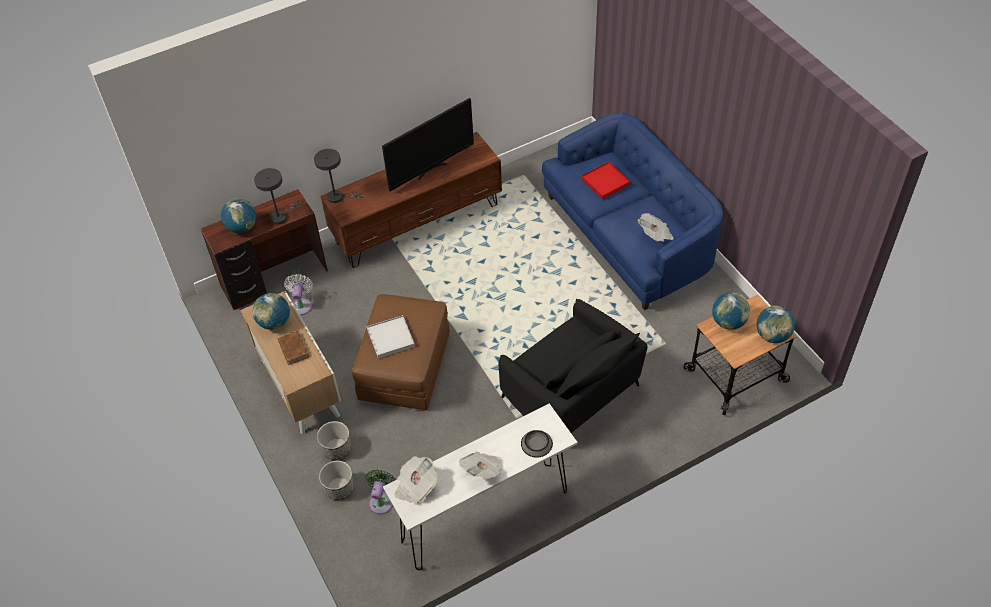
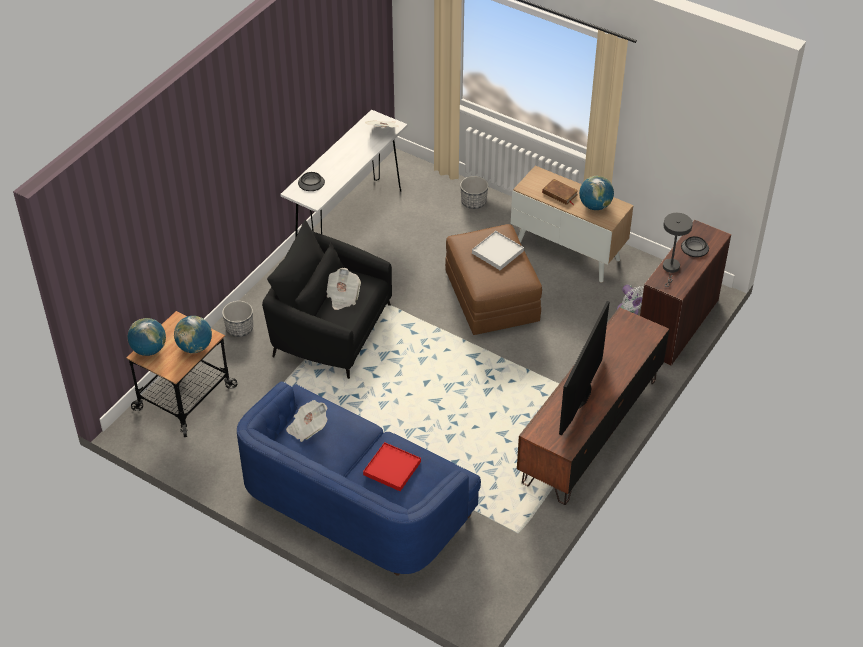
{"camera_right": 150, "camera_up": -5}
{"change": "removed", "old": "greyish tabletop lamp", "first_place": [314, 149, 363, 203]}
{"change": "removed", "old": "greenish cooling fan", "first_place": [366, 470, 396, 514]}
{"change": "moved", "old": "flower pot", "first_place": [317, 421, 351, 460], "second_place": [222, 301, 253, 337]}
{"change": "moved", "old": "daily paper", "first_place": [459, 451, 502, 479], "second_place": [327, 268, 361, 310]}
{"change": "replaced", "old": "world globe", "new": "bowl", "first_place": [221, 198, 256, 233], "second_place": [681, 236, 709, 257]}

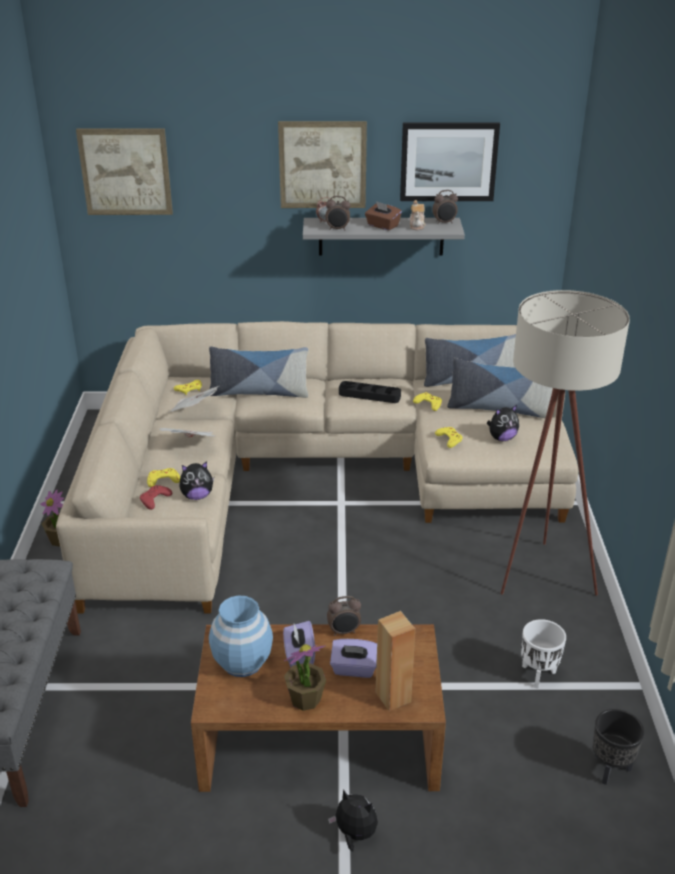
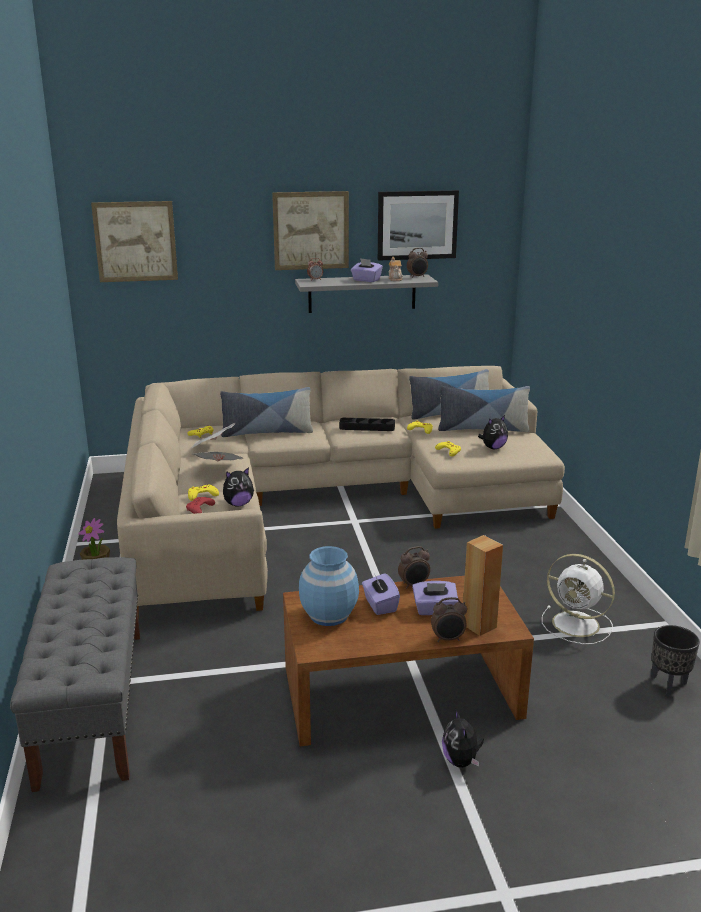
{"camera_right": -10, "camera_up": -10}
{"change": "removed", "old": "plant in a pot", "first_place": [284, 644, 326, 711]}
{"change": "removed", "old": "sand-coloured standard lamp", "first_place": [500, 290, 630, 596]}
{"change": "moved", "old": "table clock", "first_place": [326, 196, 351, 231], "second_place": [431, 597, 467, 642]}
{"change": "replaced", "old": "whitish flower pot", "new": "whitish cooling fan", "first_place": [521, 619, 566, 689], "second_place": [542, 554, 615, 644]}
{"change": "recoloured", "old": "brown-coloured tissue holder", "new": "purplish tissue holder", "first_place": [365, 201, 402, 230], "second_place": [351, 258, 383, 282]}
{"change": "turned", "old": "cuddly toy", "first_place": [328, 789, 378, 852], "second_place": [442, 708, 484, 767], "degrees": -120}

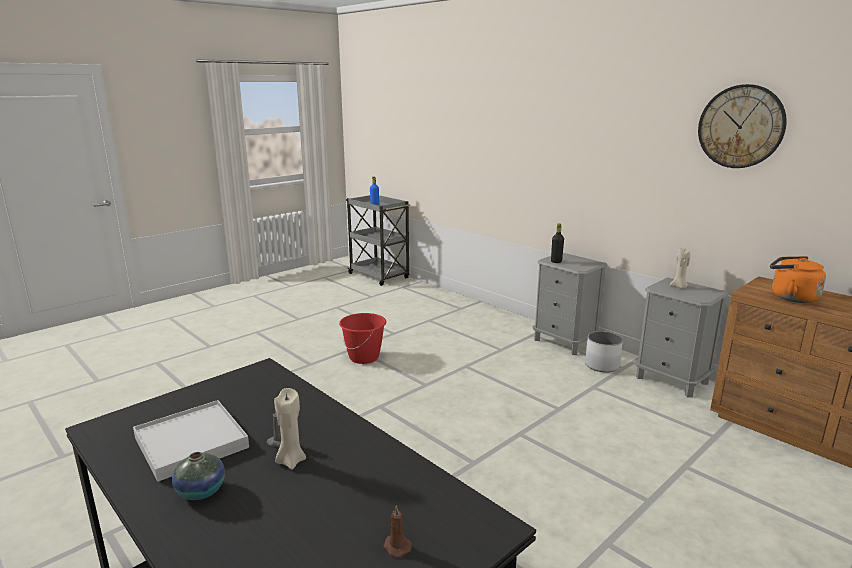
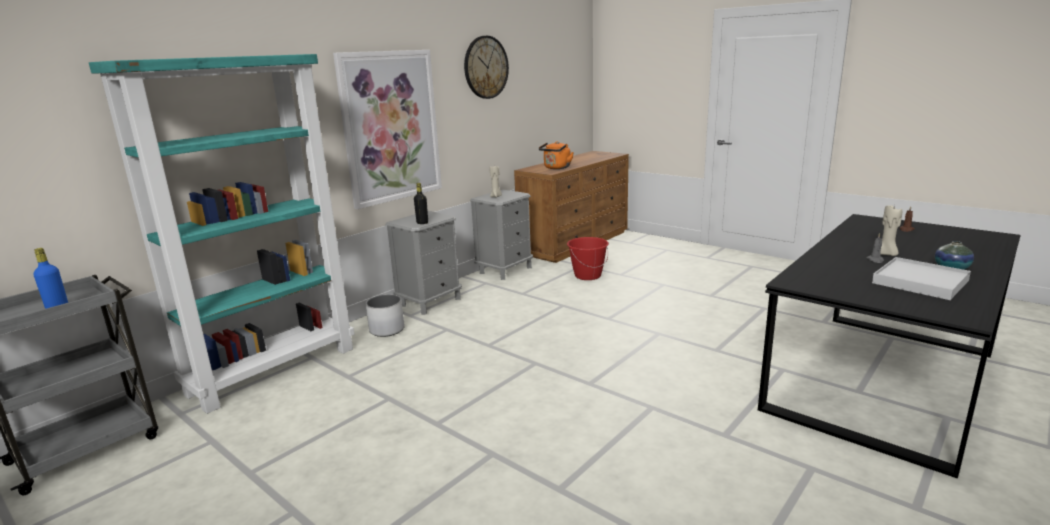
{"camera_right": -95, "camera_up": 0}
{"change": "added", "new": "turquoise-coloured bookcase", "second_place": [89, 54, 354, 414]}
{"change": "added", "new": "wall picture", "second_place": [333, 50, 442, 209]}
{"change": "moved", "old": "reddish bucket", "first_place": [339, 313, 386, 364], "second_place": [567, 237, 609, 280]}
{"change": "moved", "old": "whitish flower pot", "first_place": [585, 331, 623, 373], "second_place": [366, 295, 405, 337]}

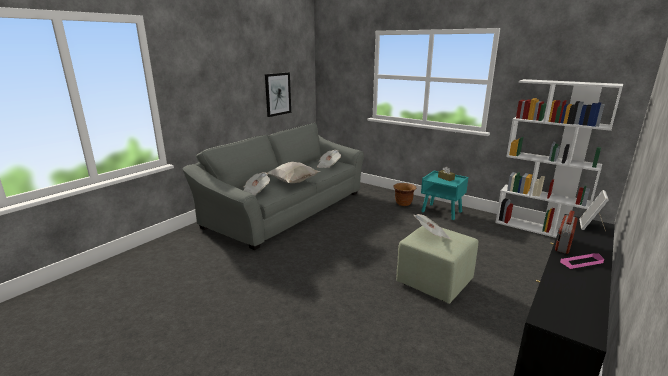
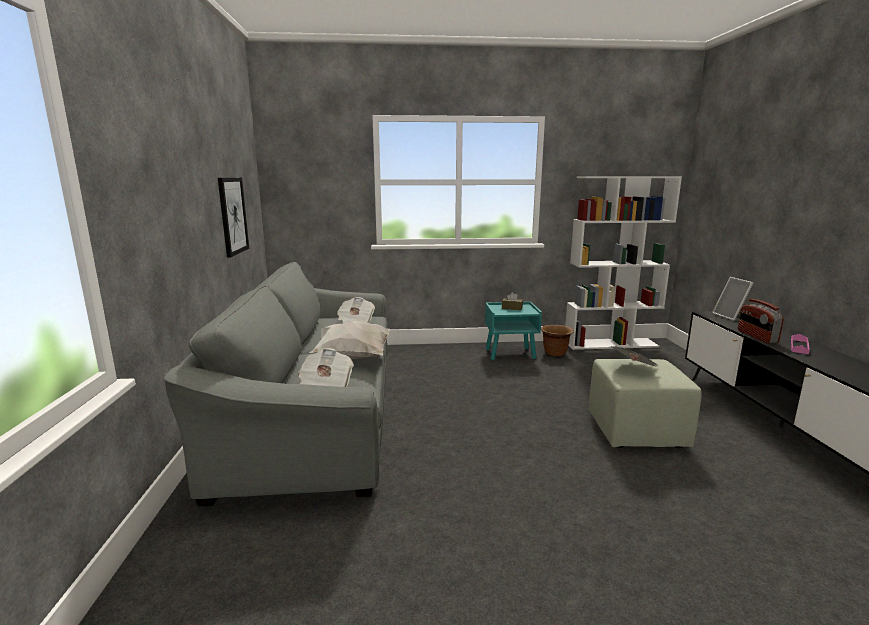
{"camera_right": -40, "camera_up": -5}
{"change": "moved", "old": "brown-coloured flower pot", "first_place": [393, 183, 416, 206], "second_place": [541, 325, 574, 356]}

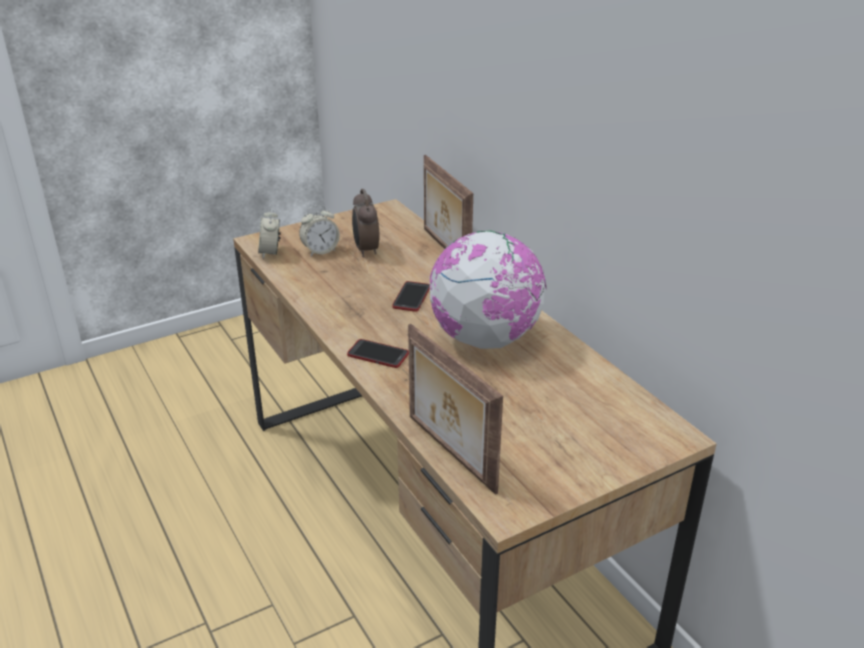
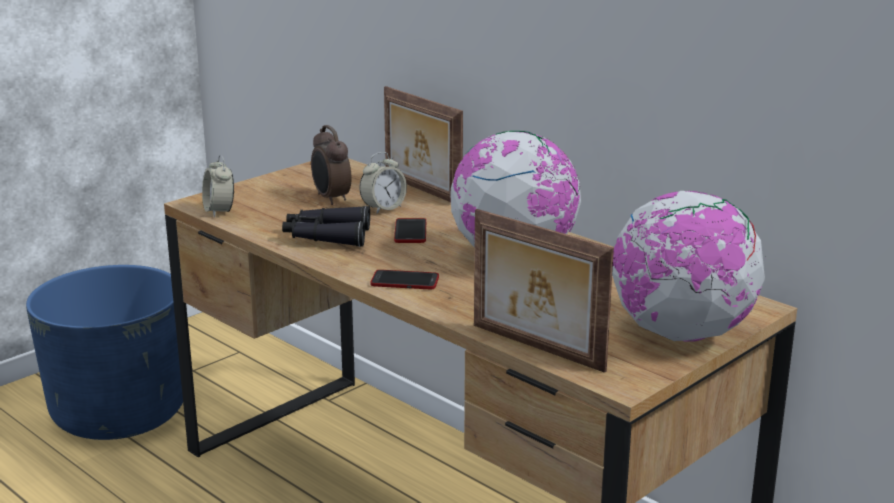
{"camera_right": -15, "camera_up": -10}
{"change": "added", "new": "blue flower pot", "second_place": [26, 265, 183, 440]}
{"change": "added", "new": "black binoculars", "second_place": [282, 206, 370, 247]}
{"change": "added", "new": "world globe", "second_place": [612, 191, 765, 342]}
{"change": "moved", "old": "table clock", "first_place": [299, 205, 340, 256], "second_place": [359, 152, 407, 214]}

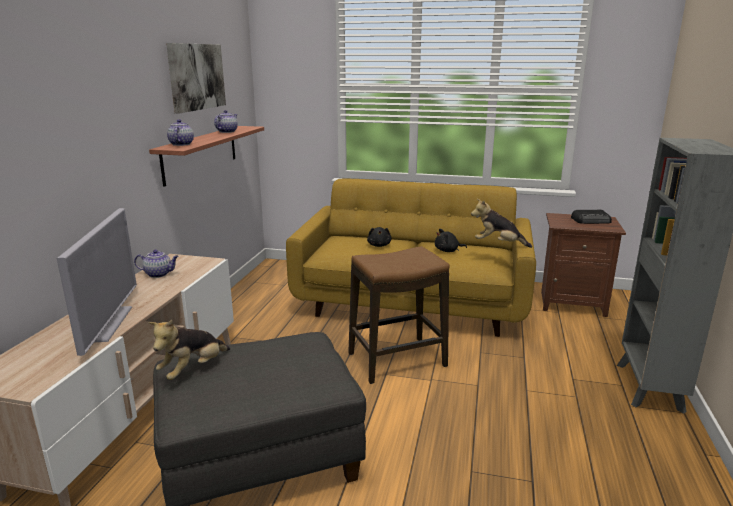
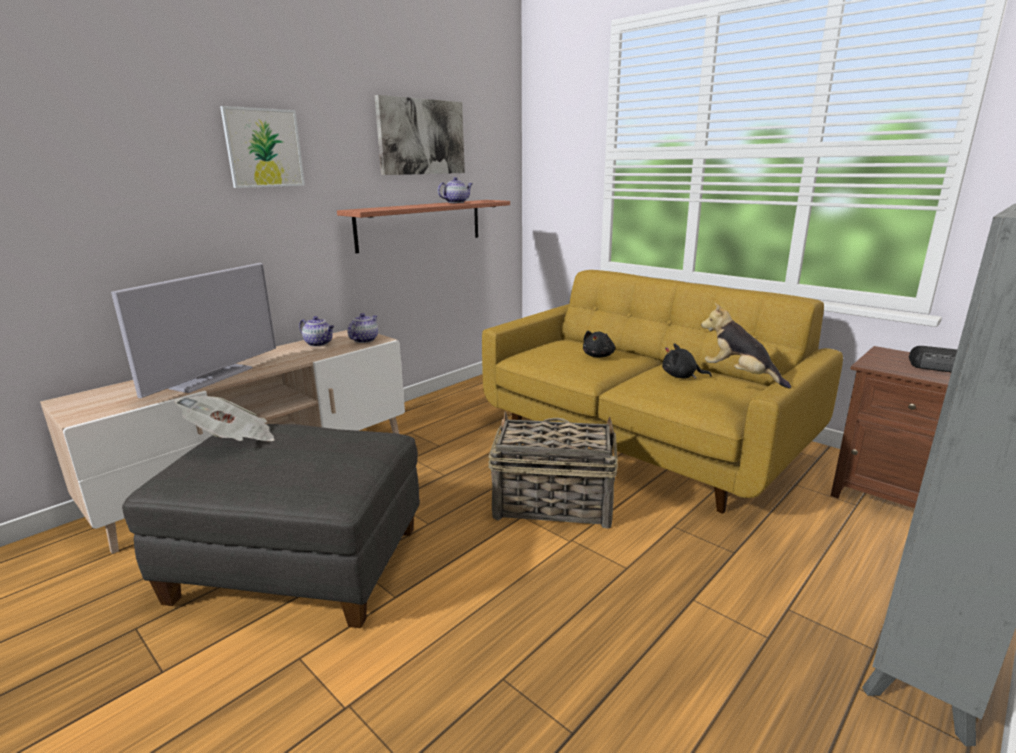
{"camera_right": 30, "camera_up": 0}
{"change": "added", "new": "wall picture", "second_place": [220, 106, 305, 188]}
{"change": "moved", "old": "pot for tea", "first_place": [167, 119, 194, 146], "second_place": [348, 313, 378, 343]}
{"change": "replaced", "old": "cuddly toy", "new": "daily paper", "first_place": [148, 320, 230, 380], "second_place": [174, 396, 275, 441]}
{"change": "replaced", "old": "stool seat", "new": "storage basket", "first_place": [348, 246, 449, 384], "second_place": [488, 412, 618, 529]}

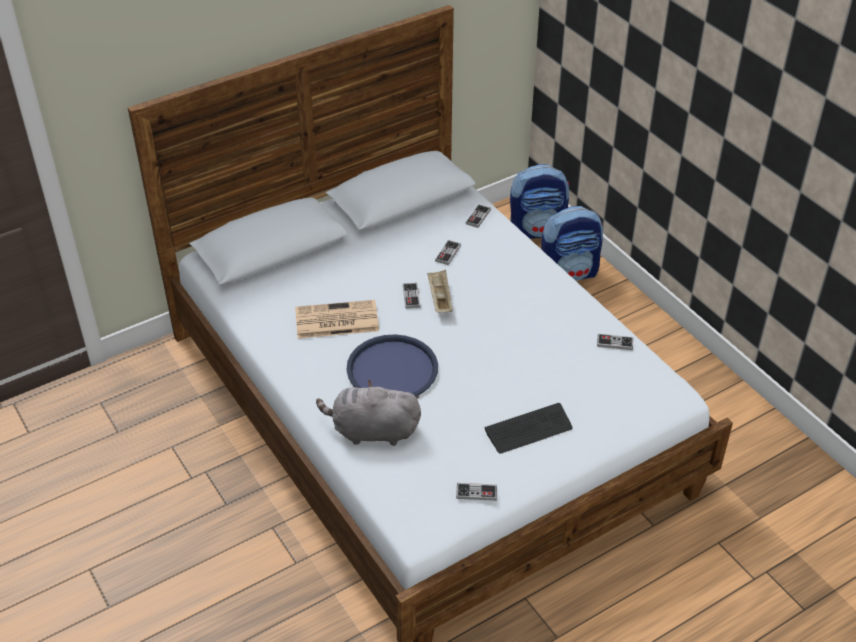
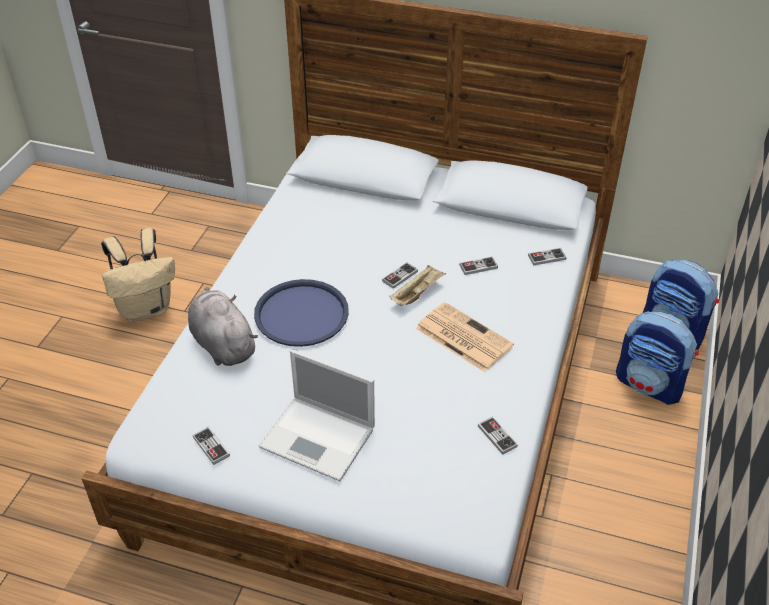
{"camera_right": 50, "camera_up": 0}
{"change": "added", "new": "sand-coloured backpack", "second_place": [101, 228, 175, 322]}
{"change": "moved", "old": "daily paper", "first_place": [295, 300, 379, 339], "second_place": [415, 302, 514, 372]}
{"change": "replaced", "old": "keyboard", "new": "portable computer", "first_place": [484, 403, 573, 454], "second_place": [259, 349, 375, 481]}

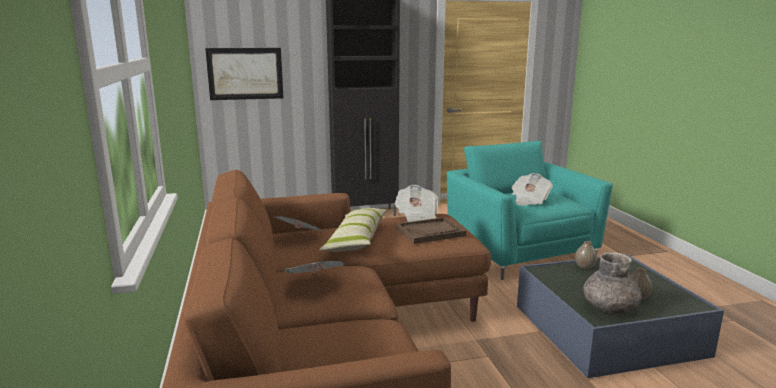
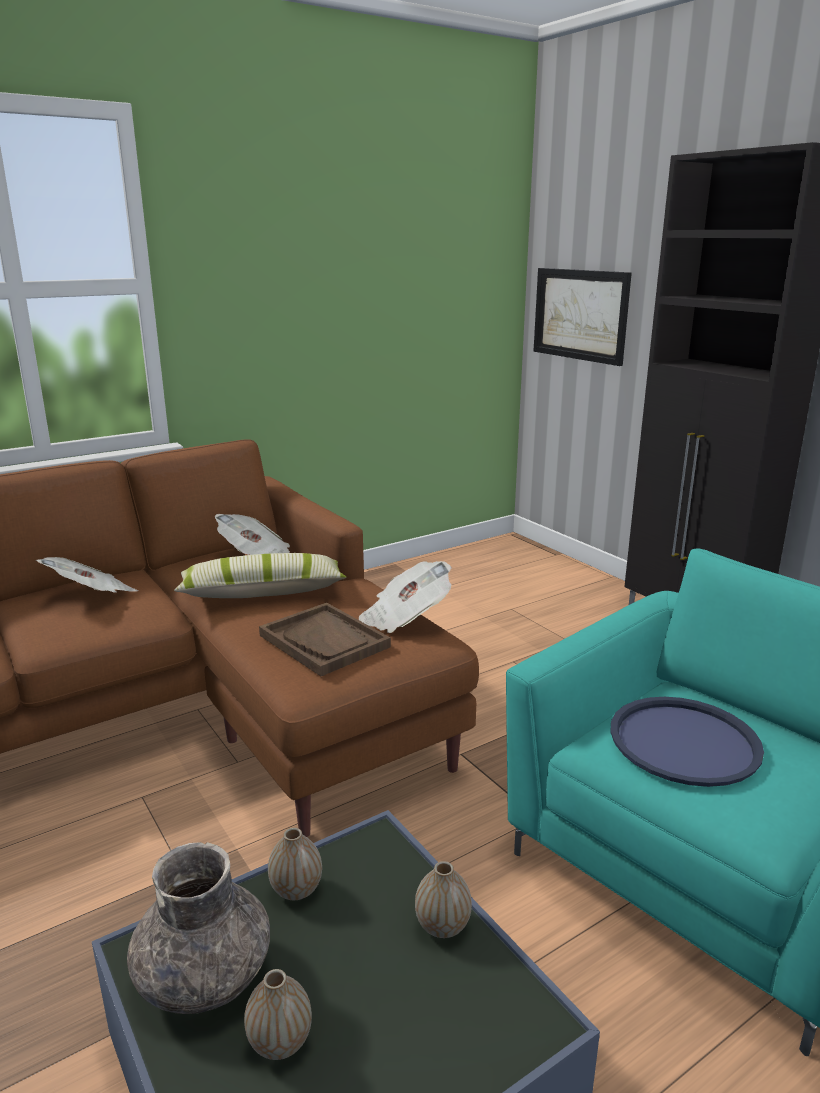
{"camera_right": 70, "camera_up": 5}
{"change": "added", "new": "vase", "second_place": [268, 828, 322, 900]}
{"change": "replaced", "old": "daily paper", "new": "blue tray", "first_place": [512, 173, 553, 206], "second_place": [610, 697, 764, 787]}

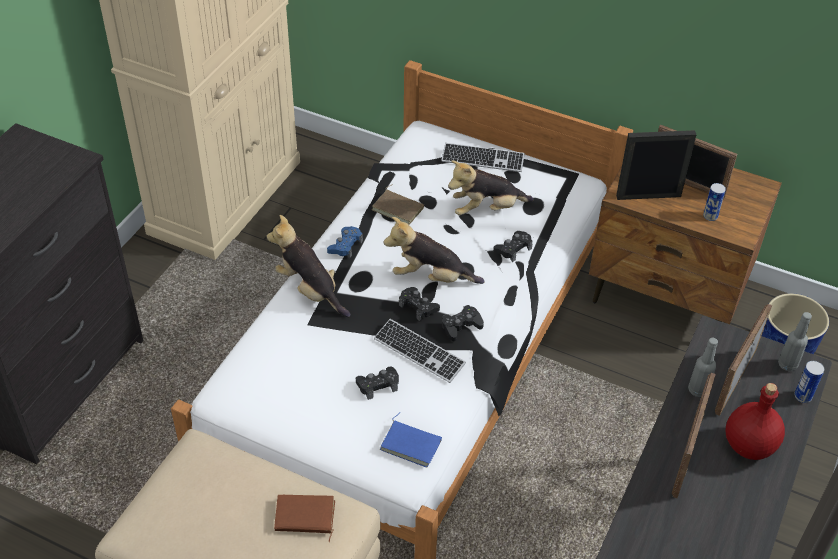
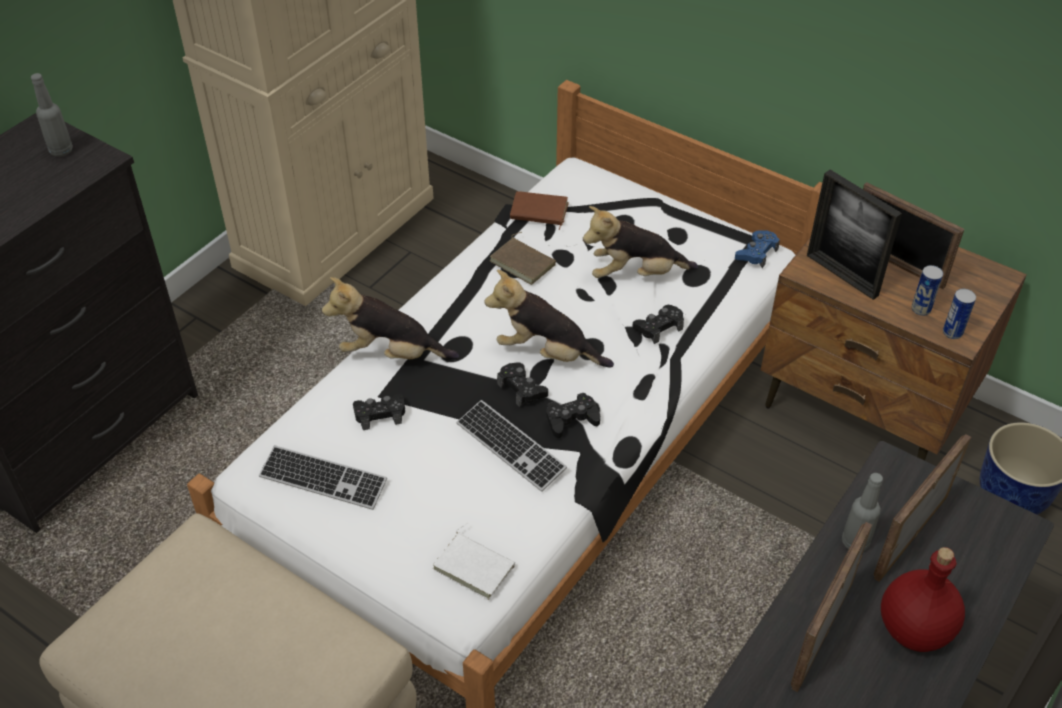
{"camera_right": 10, "camera_up": 0}
{"change": "moved", "old": "brown-coloured book", "first_place": [274, 495, 335, 542], "second_place": [510, 191, 569, 230]}
{"change": "moved", "old": "blue game controller", "first_place": [327, 226, 363, 259], "second_place": [735, 230, 780, 268]}
{"change": "moved", "old": "black game controller", "first_place": [356, 367, 399, 400], "second_place": [353, 394, 405, 430]}
{"change": "moved", "old": "keyboard", "first_place": [441, 143, 525, 172], "second_place": [259, 445, 387, 510]}
{"change": "moved", "old": "greyish beverage bottle", "first_place": [778, 312, 812, 371], "second_place": [31, 73, 73, 157]}
{"change": "moved", "old": "metal can", "first_place": [794, 361, 825, 403], "second_place": [943, 289, 976, 339]}
{"change": "recoloured", "old": "blue book", "new": "whitish book", "first_place": [380, 412, 442, 467], "second_place": [433, 523, 515, 600]}
{"change": "turned", "old": "cuddly toy", "first_place": [266, 215, 351, 317], "second_place": [322, 277, 459, 359], "degrees": -45}
{"change": "turned", "old": "photo frame", "first_place": [616, 130, 696, 200], "second_place": [807, 169, 902, 300], "degrees": -135}

